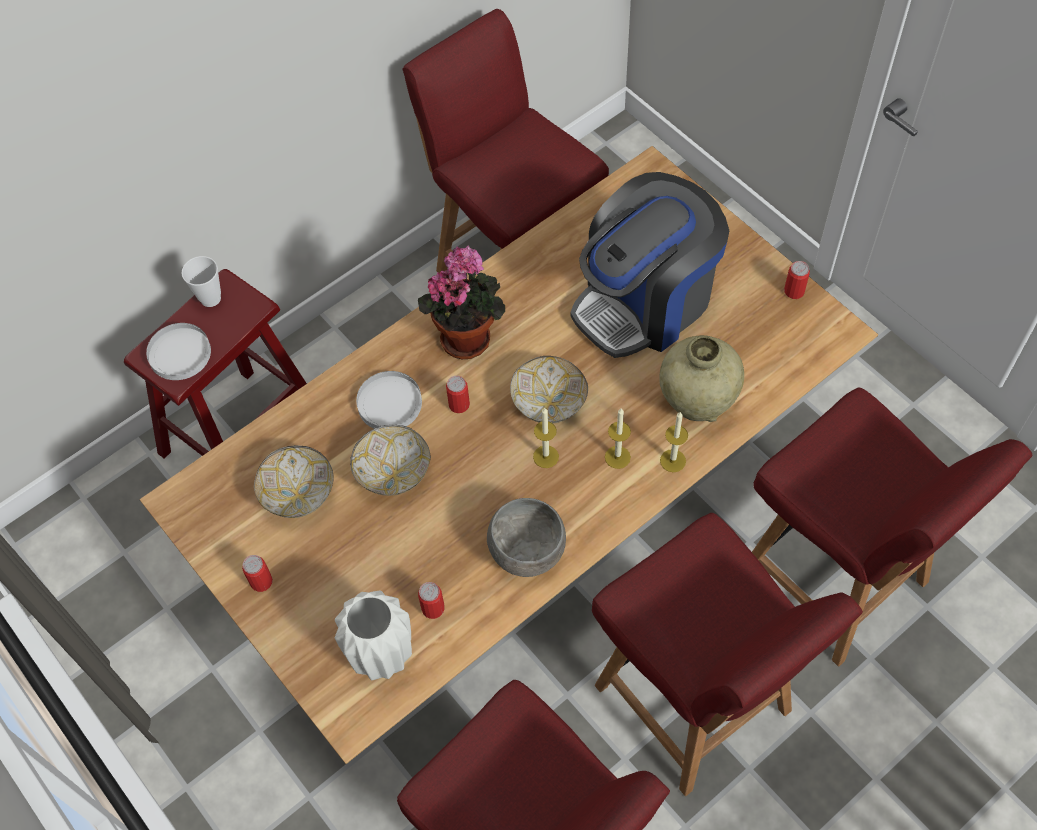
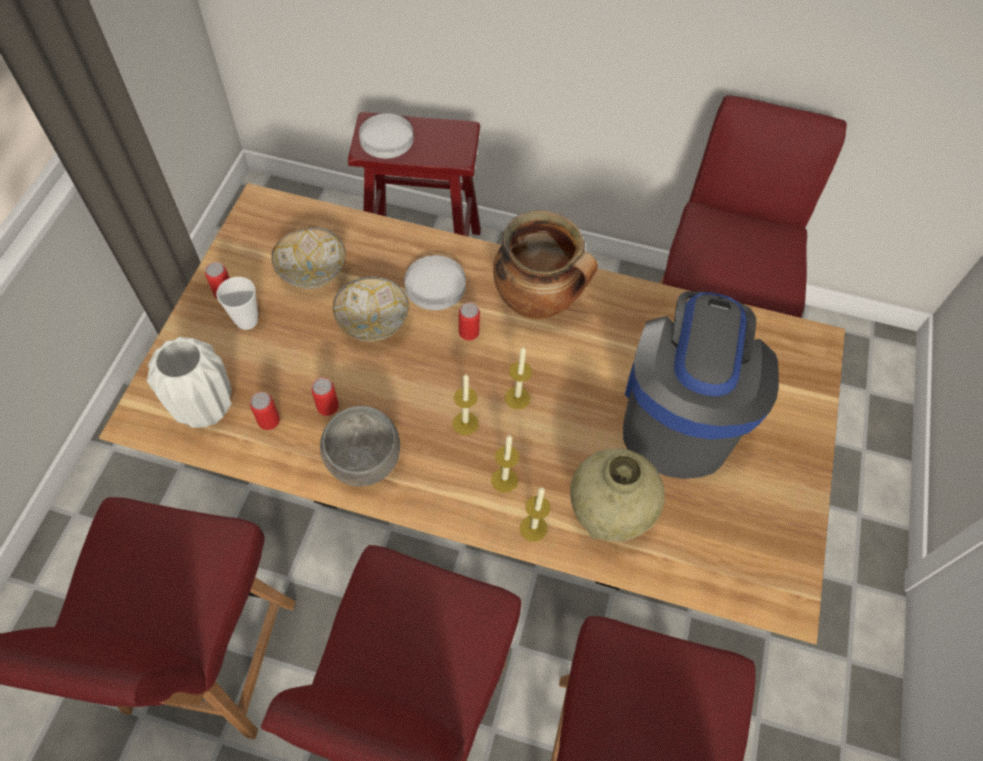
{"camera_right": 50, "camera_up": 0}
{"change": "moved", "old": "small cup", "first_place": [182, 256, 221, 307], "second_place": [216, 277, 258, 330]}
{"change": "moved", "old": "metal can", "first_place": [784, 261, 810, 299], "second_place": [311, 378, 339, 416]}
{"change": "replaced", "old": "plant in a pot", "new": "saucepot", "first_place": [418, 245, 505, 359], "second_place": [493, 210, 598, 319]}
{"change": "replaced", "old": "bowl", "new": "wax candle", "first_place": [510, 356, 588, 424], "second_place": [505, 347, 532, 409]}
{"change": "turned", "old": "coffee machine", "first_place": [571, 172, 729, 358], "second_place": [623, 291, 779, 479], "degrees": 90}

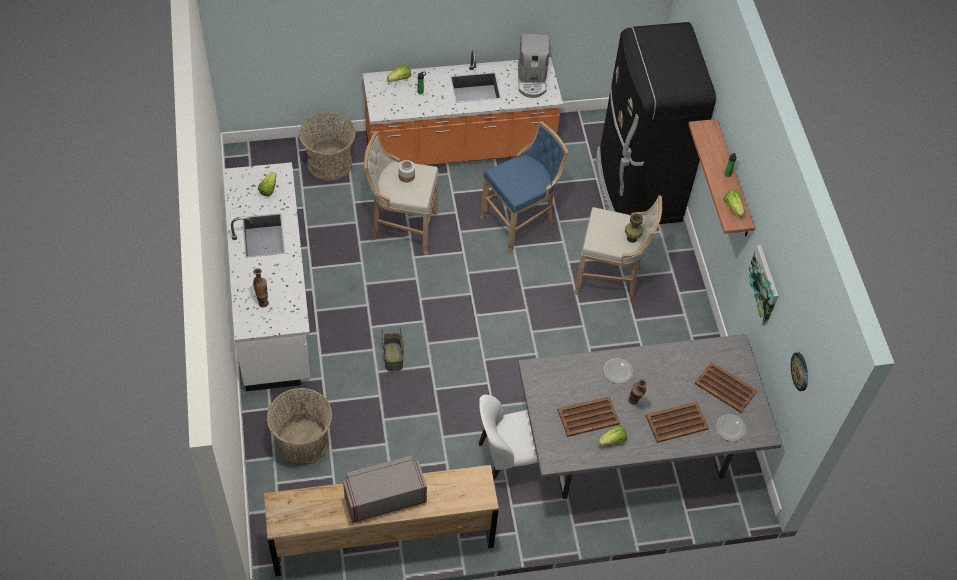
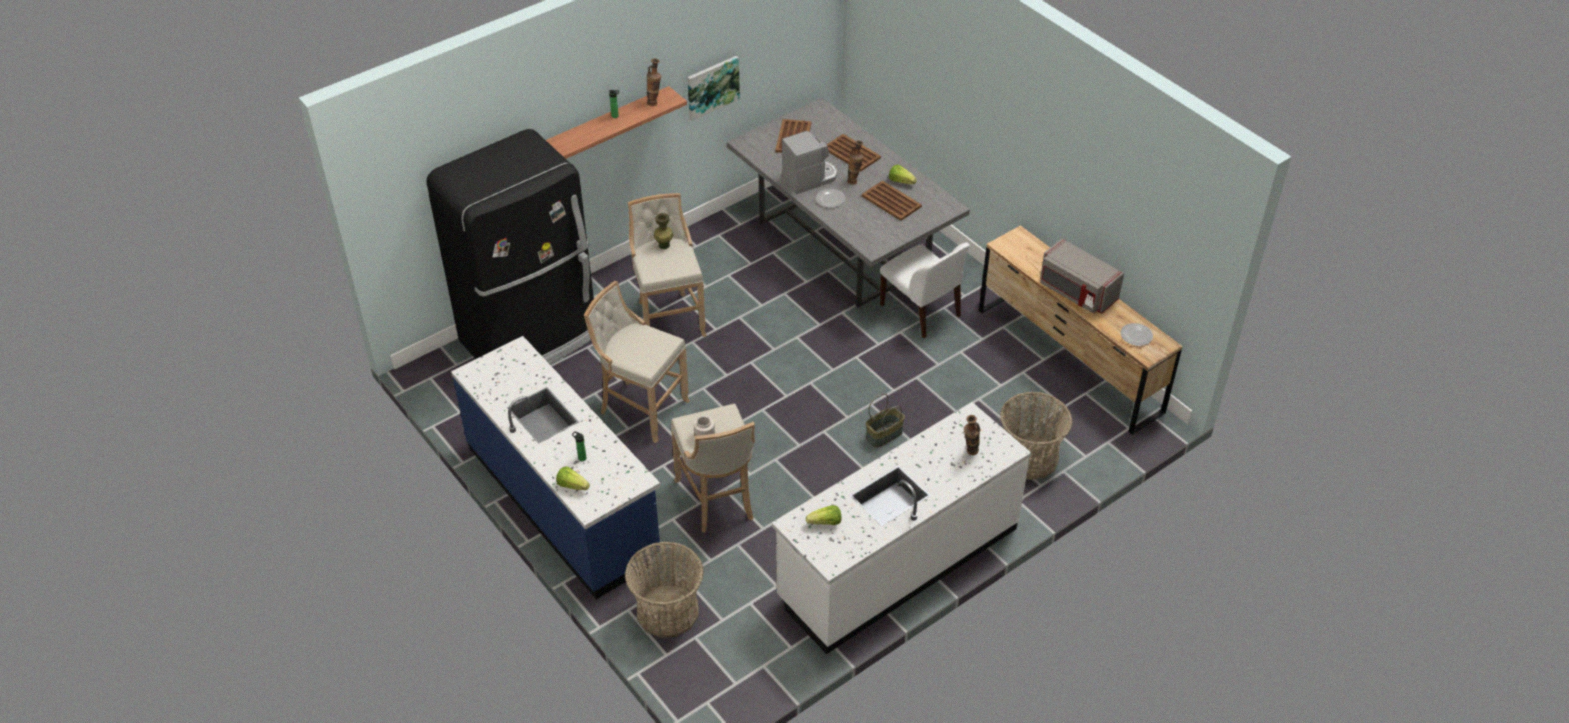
{"camera_right": -115, "camera_up": -10}
{"change": "removed", "old": "hanging clock", "first_place": [791, 352, 808, 391]}
{"change": "moved", "old": "coffee machine", "first_place": [518, 34, 549, 98], "second_place": [782, 131, 837, 194]}
{"change": "moved", "old": "flat dish", "first_place": [716, 414, 747, 441], "second_place": [1121, 323, 1153, 346]}
{"change": "replaced", "old": "lettuce head", "new": "vase", "first_place": [723, 190, 744, 217], "second_place": [647, 59, 661, 106]}
{"change": "recoloured", "old": "orange counter", "new": "blue counter", "first_place": [363, 51, 563, 165], "second_place": [451, 336, 661, 599]}
{"change": "recoloured", "old": "blue stool seat", "new": "sand-coloured stool seat", "first_place": [480, 121, 569, 254], "second_place": [584, 281, 690, 443]}

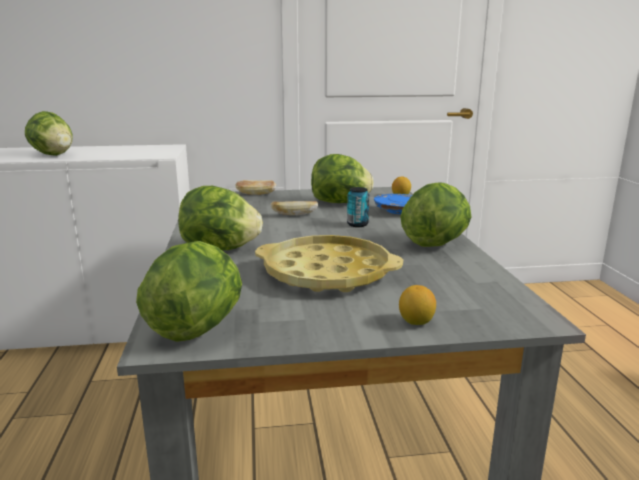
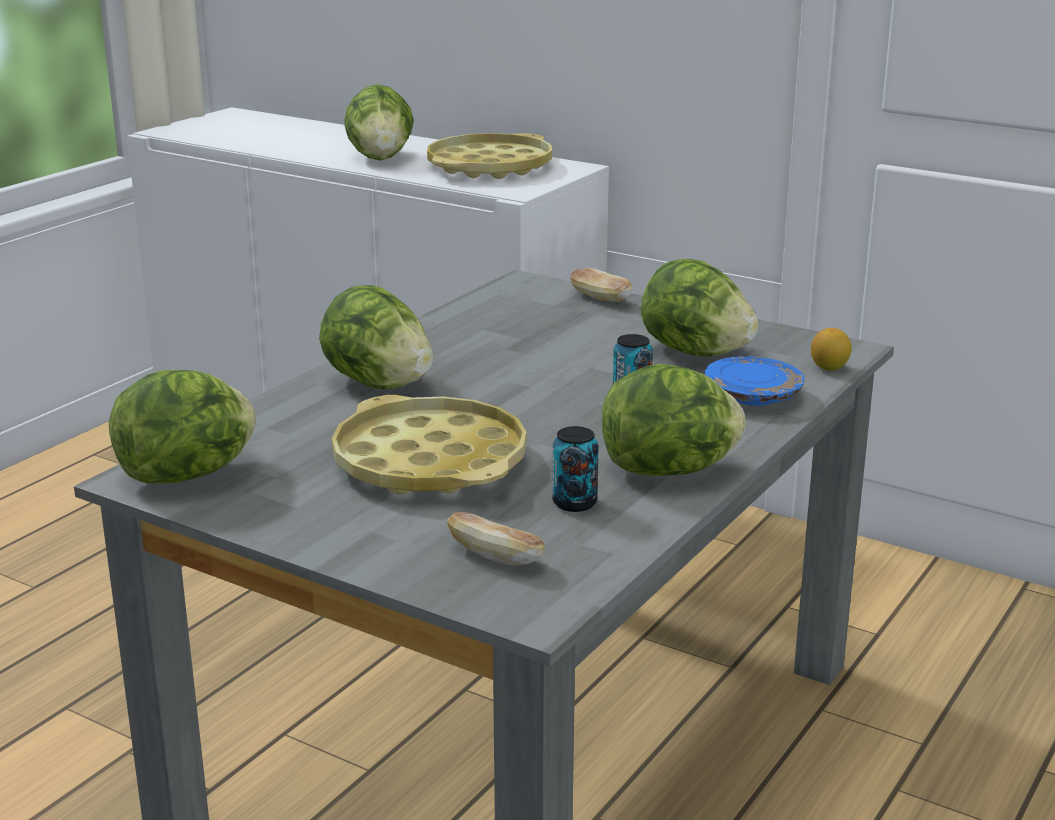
{"camera_right": 40, "camera_up": 5}
{"change": "removed", "old": "citrus fruit", "first_place": [399, 285, 436, 325]}
{"change": "added", "new": "yellow-coloured tray", "second_place": [427, 133, 552, 179]}
{"change": "added", "new": "metal can", "second_place": [552, 426, 599, 512]}
{"change": "moved", "old": "bakery bread", "first_place": [270, 201, 318, 215], "second_place": [447, 512, 545, 565]}

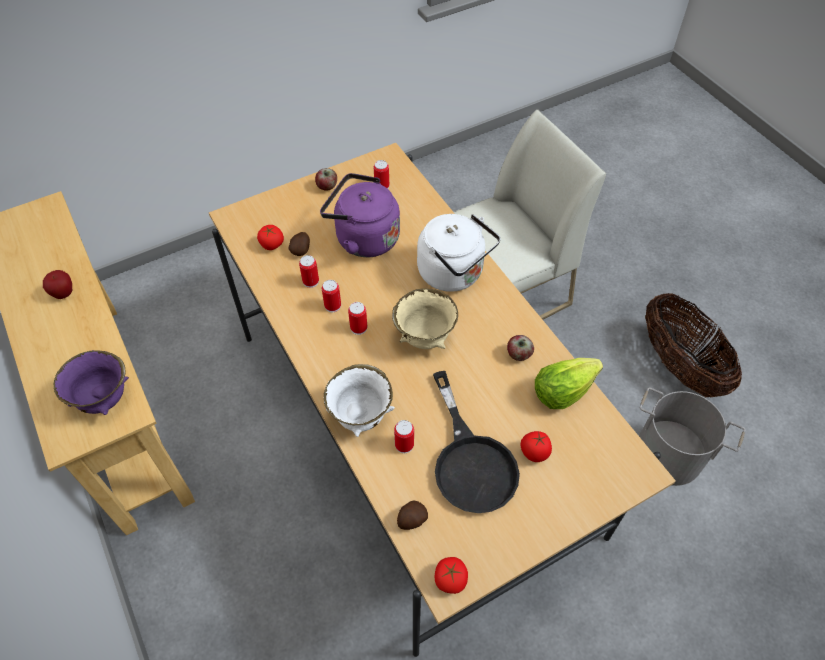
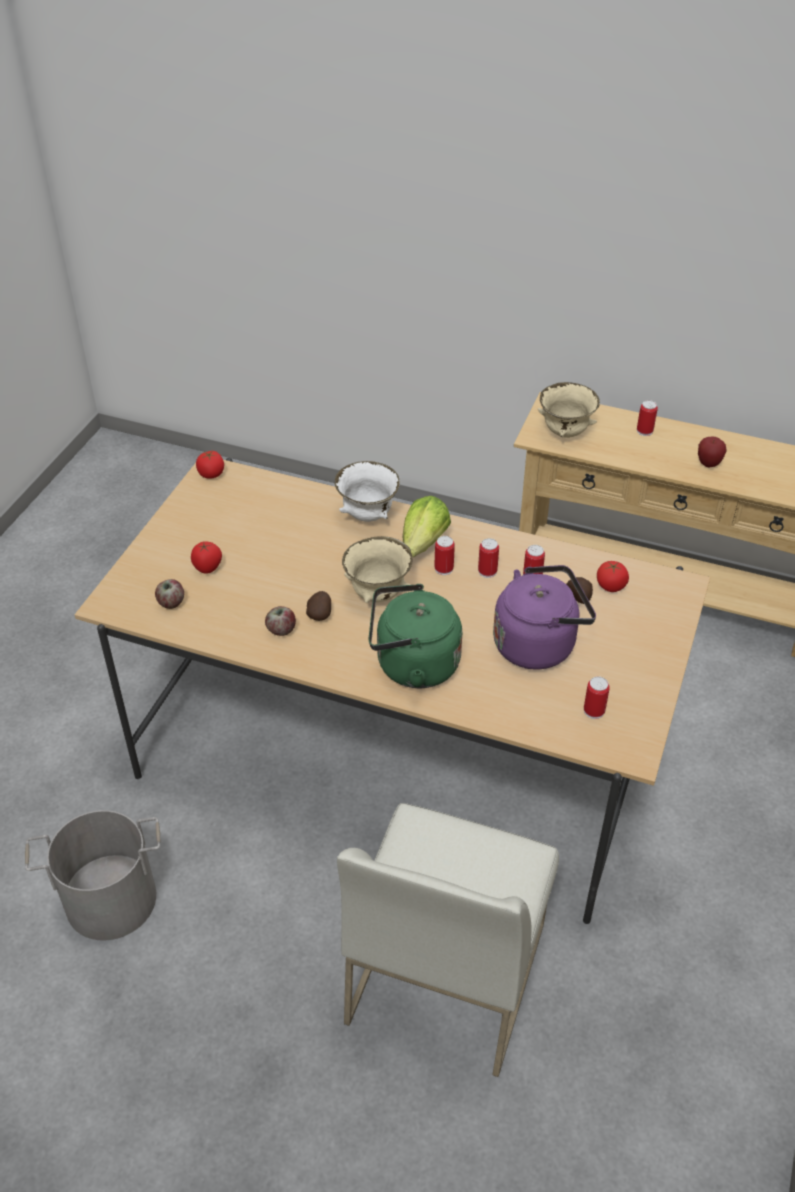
{"camera_right": 140, "camera_up": -10}
{"change": "removed", "old": "black skillet", "first_place": [433, 371, 520, 513]}
{"change": "removed", "old": "storage basket", "first_place": [645, 293, 742, 398]}
{"change": "moved", "old": "apple fruit", "first_place": [315, 168, 337, 191], "second_place": [155, 579, 184, 609]}
{"change": "moved", "old": "metal can", "first_place": [394, 420, 414, 453], "second_place": [637, 400, 658, 436]}
{"change": "moved", "old": "spud", "first_place": [397, 501, 428, 530], "second_place": [306, 591, 331, 621]}
{"change": "moved", "old": "lettuce head", "first_place": [535, 358, 603, 409], "second_place": [403, 496, 451, 558]}
{"change": "recoloured", "old": "purplish bowl", "new": "sand-coloured bowl", "first_place": [54, 350, 129, 415], "second_place": [538, 382, 600, 438]}
{"change": "recoloured", "old": "whitish water kettle", "new": "greenish water kettle", "first_place": [417, 214, 500, 292], "second_place": [369, 584, 462, 689]}

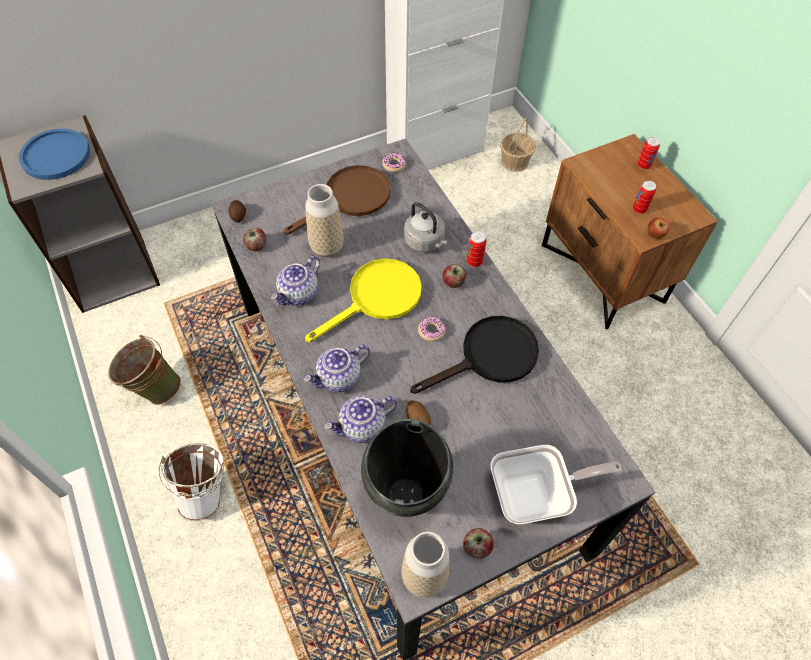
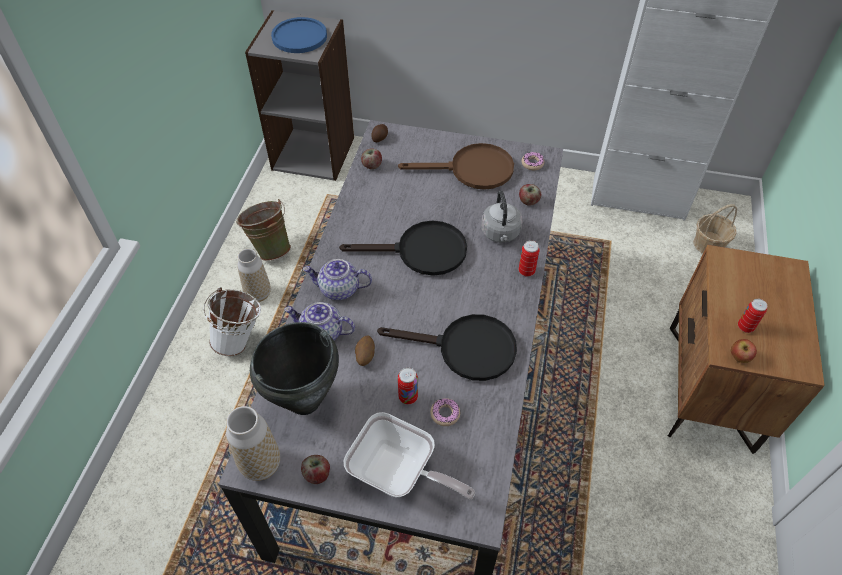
{"camera_right": 40, "camera_up": -5}
{"change": "removed", "old": "pot for tea", "first_place": [271, 256, 320, 306]}
{"change": "moved", "old": "vase", "first_place": [305, 184, 344, 257], "second_place": [237, 249, 271, 302]}
{"change": "moved", "old": "doughnut", "first_place": [418, 316, 446, 342], "second_place": [430, 398, 460, 426]}
{"change": "moved", "old": "apple fruit", "first_place": [442, 264, 467, 288], "second_place": [519, 184, 541, 206]}
{"change": "moved", "old": "metal can", "first_place": [637, 137, 660, 170], "second_place": [398, 367, 418, 405]}
{"change": "recoloured", "old": "yellow-coloured skillet", "new": "black skillet", "first_place": [305, 259, 422, 342], "second_place": [339, 221, 467, 276]}

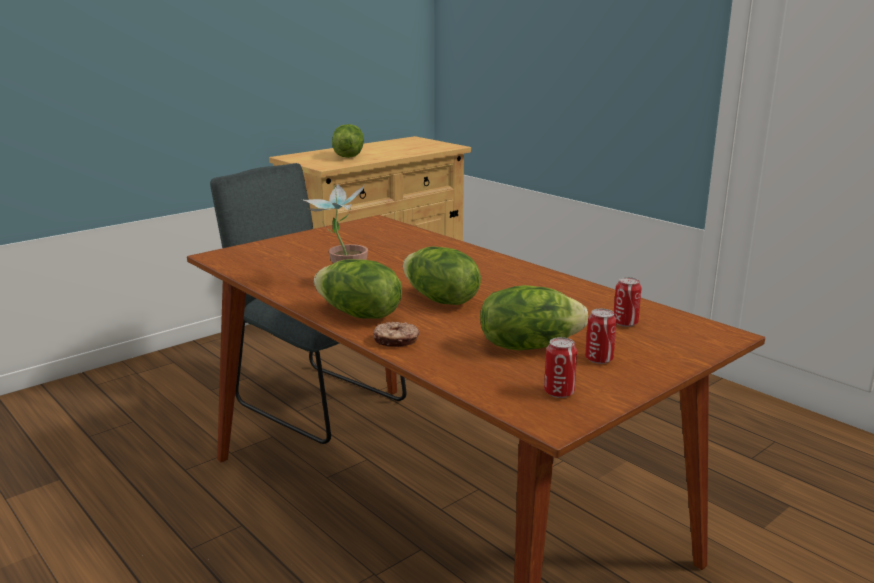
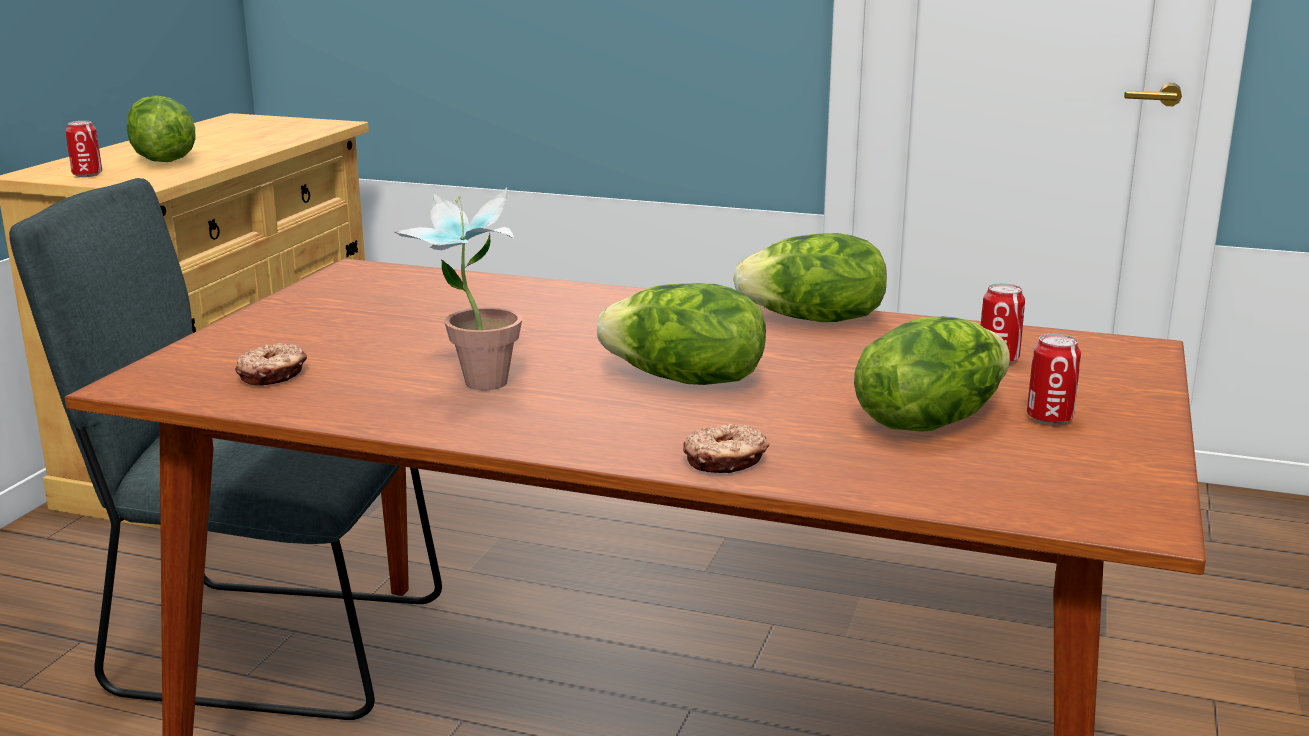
{"camera_right": -30, "camera_up": 0}
{"change": "added", "new": "doughnut", "second_place": [235, 343, 307, 386]}
{"change": "moved", "old": "lettuce head", "first_place": [314, 259, 402, 319], "second_place": [733, 233, 887, 322]}
{"change": "moved", "old": "metal can", "first_place": [544, 337, 577, 398], "second_place": [66, 121, 102, 177]}

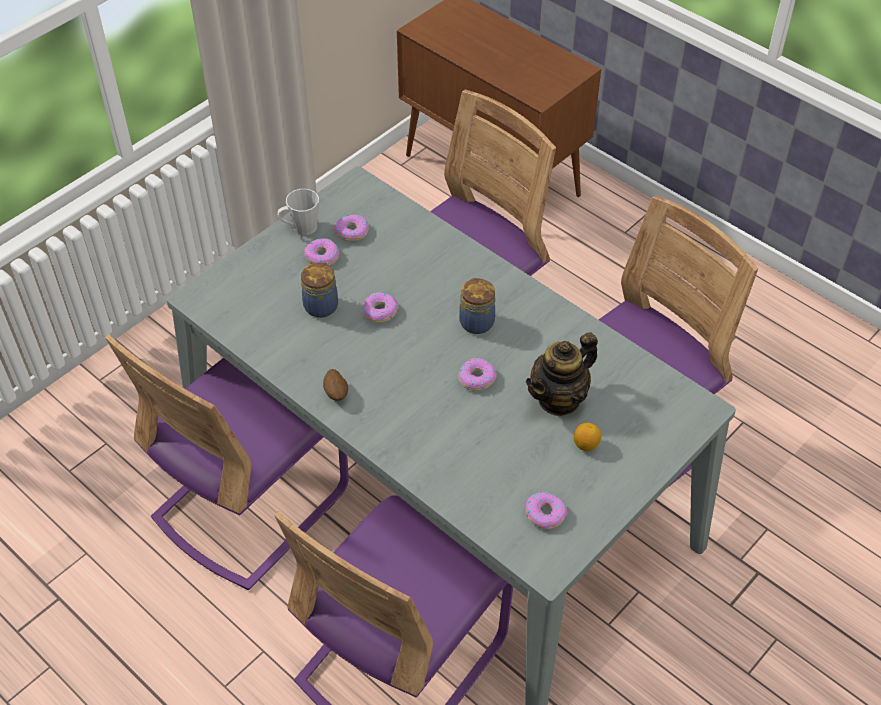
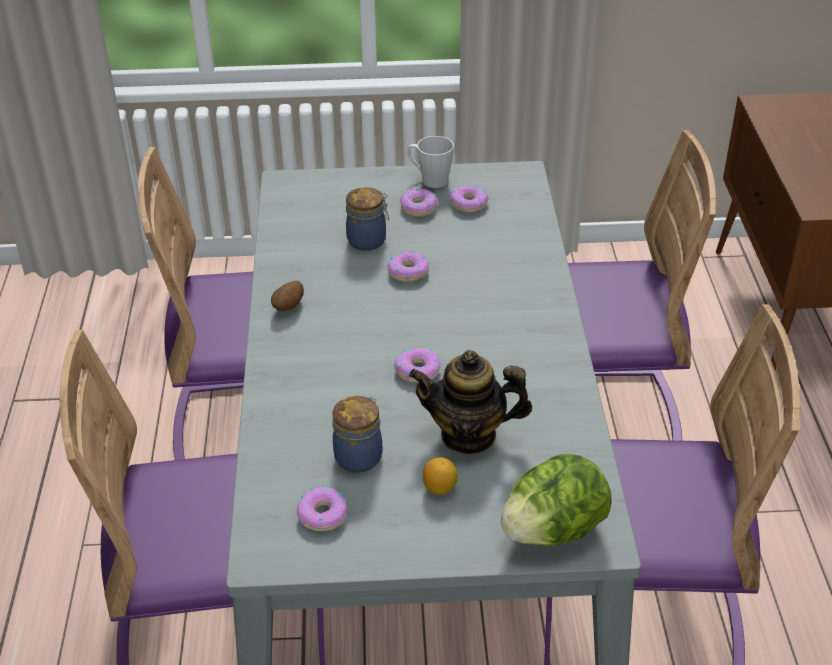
{"camera_right": 45, "camera_up": -10}
{"change": "added", "new": "lettuce head", "second_place": [501, 454, 612, 546]}
{"change": "moved", "old": "storage jar", "first_place": [459, 277, 495, 334], "second_place": [332, 396, 383, 473]}

